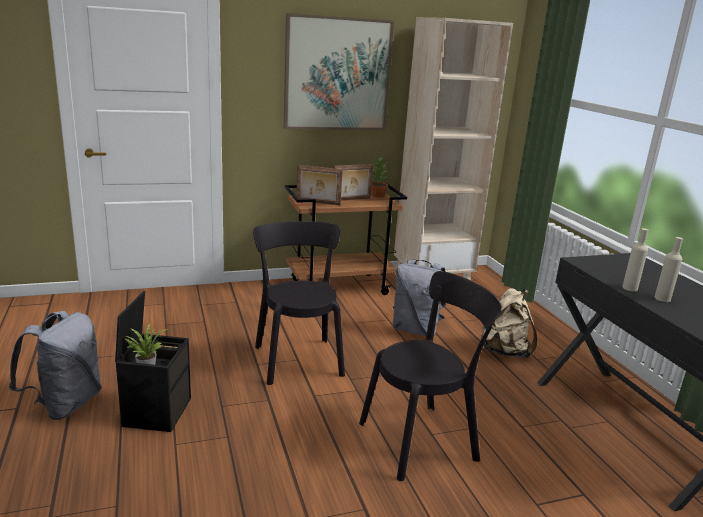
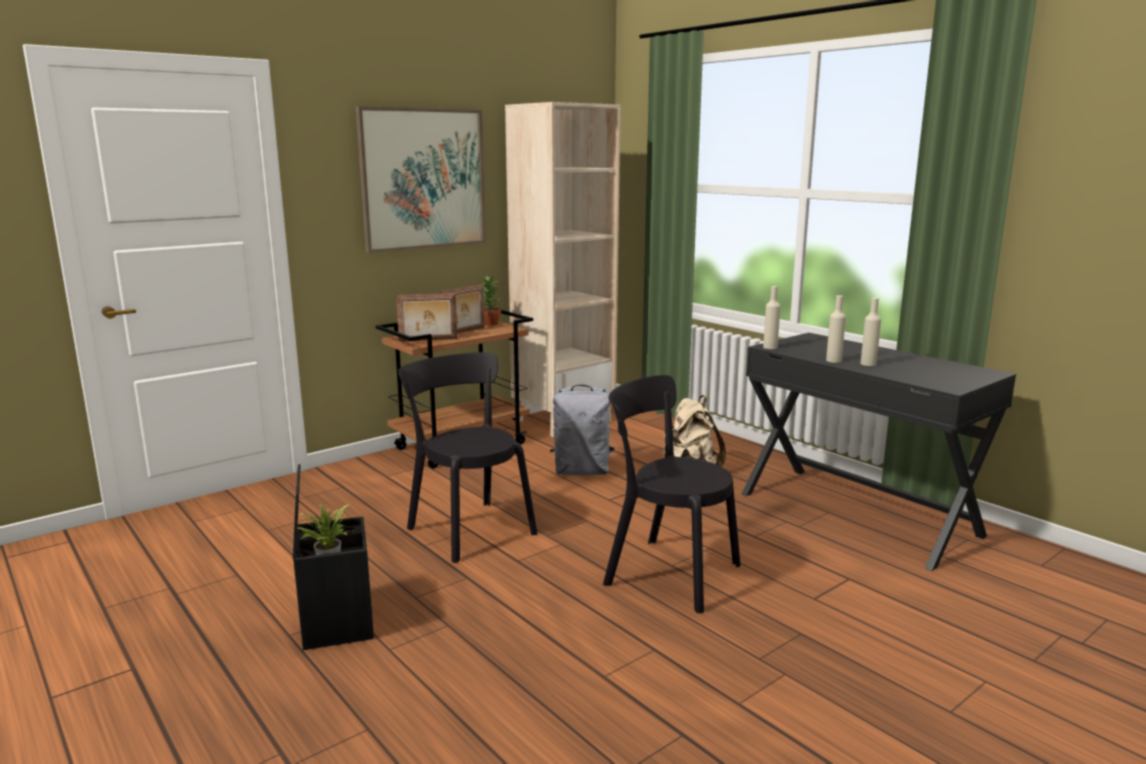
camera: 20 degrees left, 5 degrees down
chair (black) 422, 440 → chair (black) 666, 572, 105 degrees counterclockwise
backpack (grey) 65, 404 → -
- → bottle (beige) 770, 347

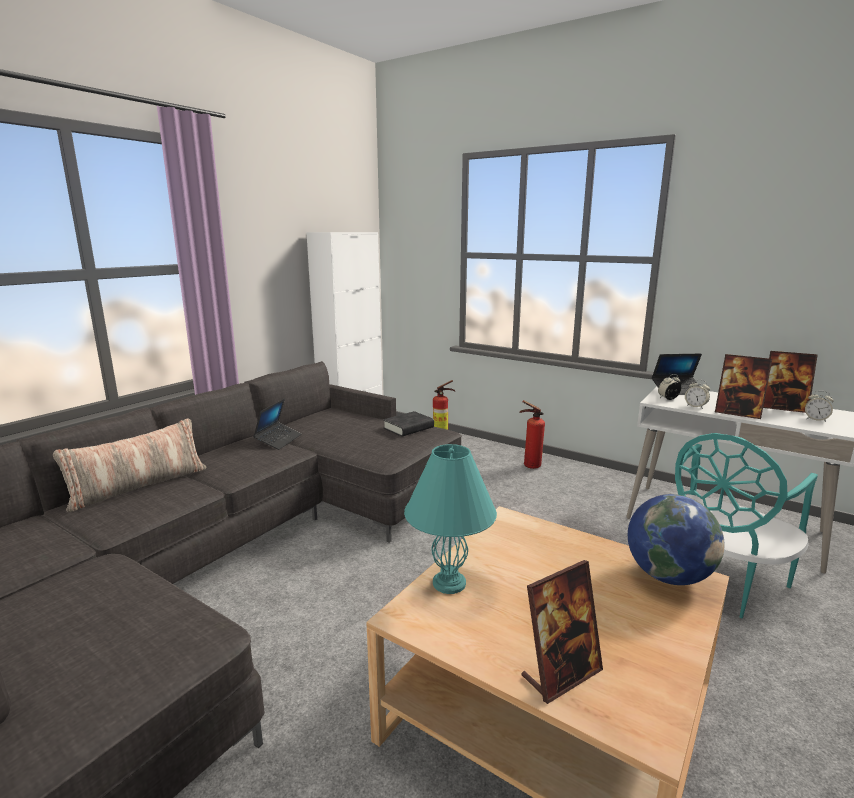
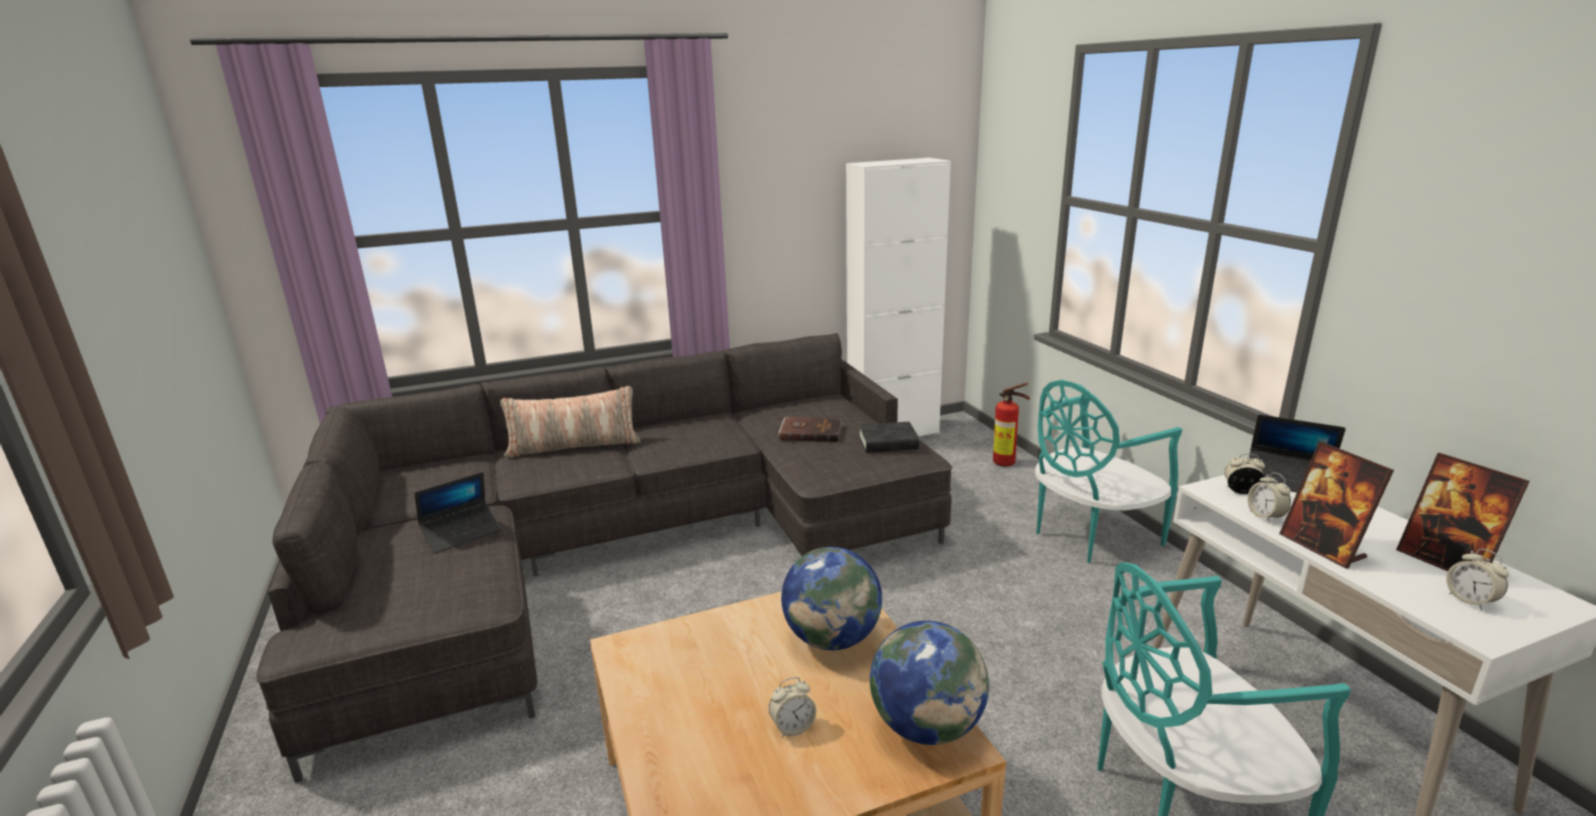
camera: 35 degrees right, 5 degrees up
laptop 278, 440 → laptop 462, 533, relocated
fire extinguisher 529, 466 → chair (turquoise) 1089, 535
table lamp (turquoise) 449, 583 → -
picture frame 561, 674 → -
- → book (brown) 810, 432
- → globe 832, 638
- → alarm clock 792, 727

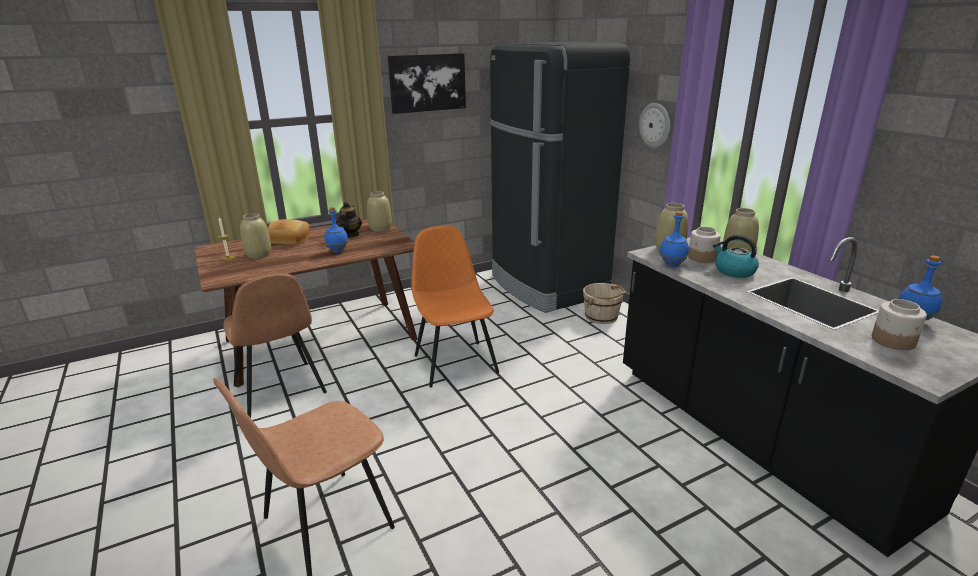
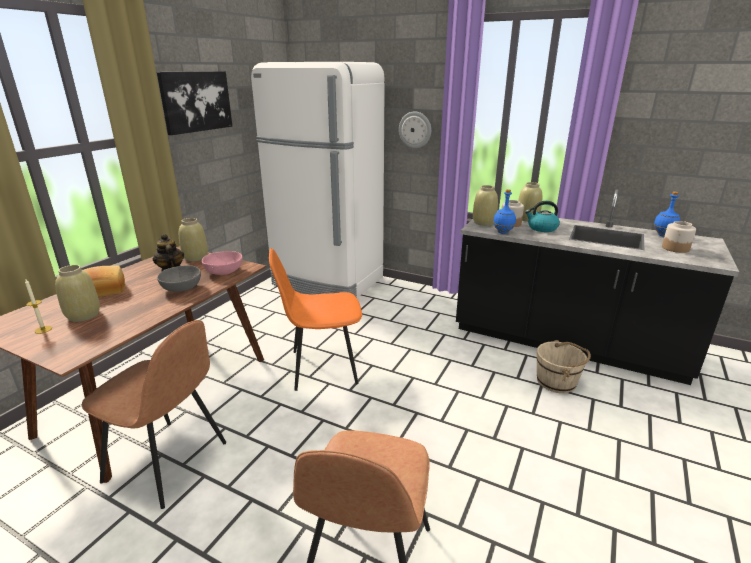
camera: 35 degrees left, 0 degrees up
fridge (black) 547, 286 → fridge (white) 327, 282
bottle (blue) 337, 251 → bowl (grey) 181, 288
chair (orange) 455, 362 → chair (orange) 321, 367, 45 degrees counterclockwise
bucket (beige) 602, 316 → bucket (beige) 557, 382, relocated
- → bowl (pink) 224, 272

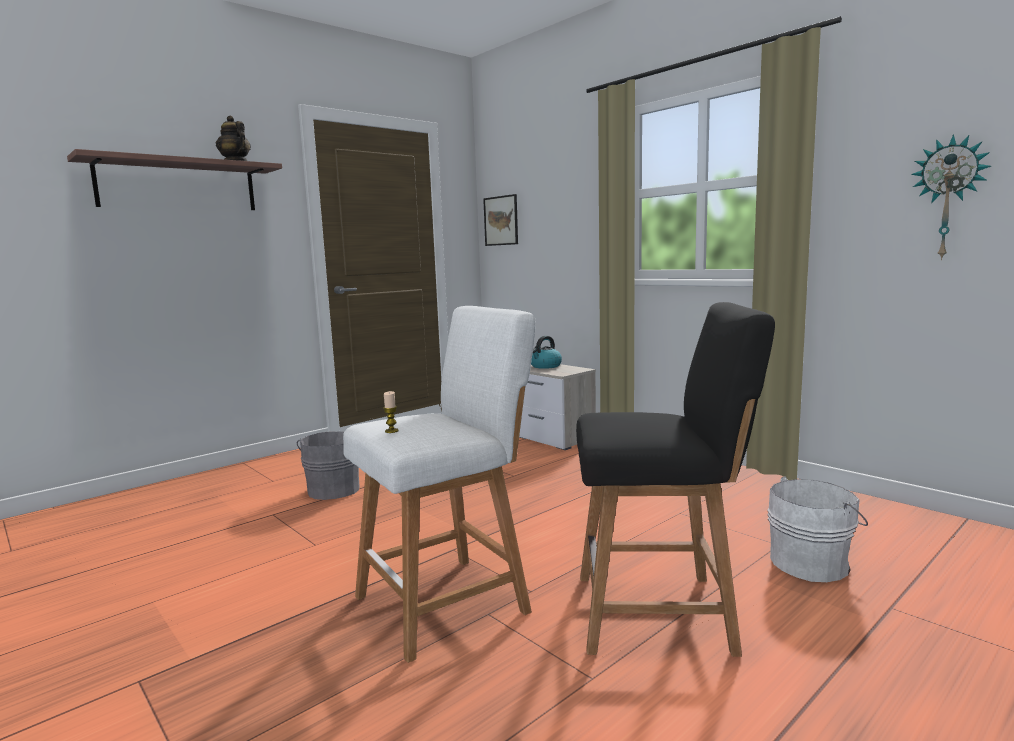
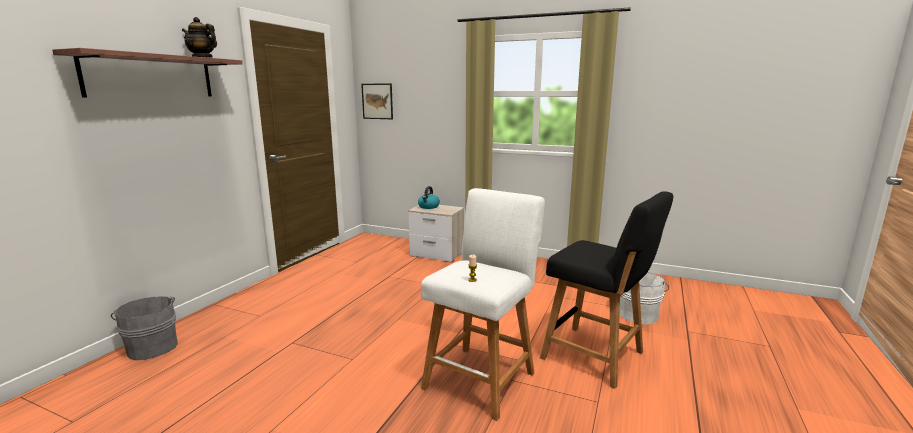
camera: 25 degrees left, 5 degrees up
wall clock 948, 198 → -
chair (black) 662, 612 → chair (black) 597, 357, 60 degrees clockwise
bucket (grey) 334, 489 → bucket (grey) 152, 347, relocated

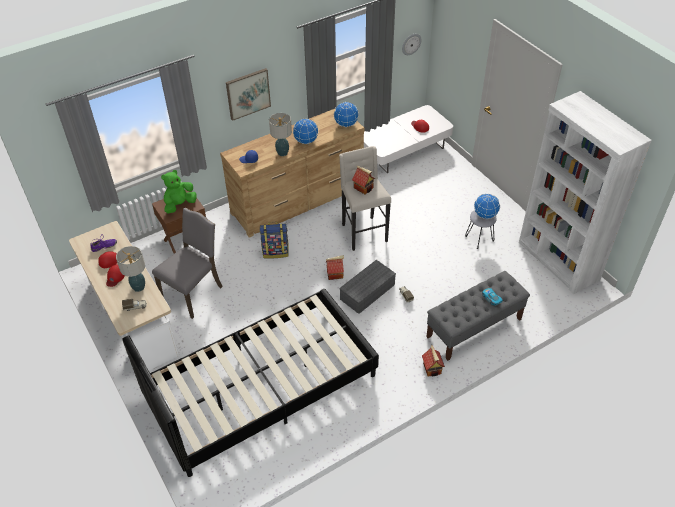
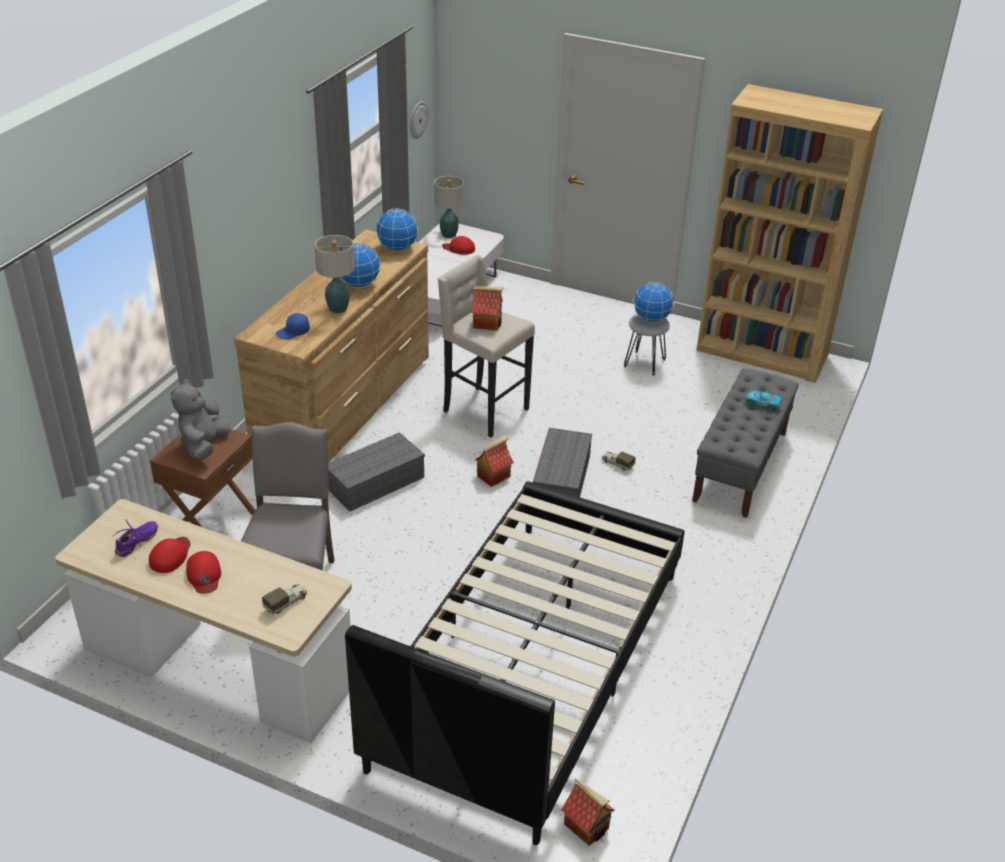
camera: 35 degrees left, 10 degrees down
picture 248, 93 → -
bookcase (white) 558, 261 → bookcase (brown) 762, 353
plush toy (green) 180, 205 → plush toy (grey) 204, 445
backpack 276, 252 → storage box (grey) 376, 481
table lamp 139, 287 → table lamp 448, 234, relocated
toy house 432, 368 → toy house 587, 826, relocated

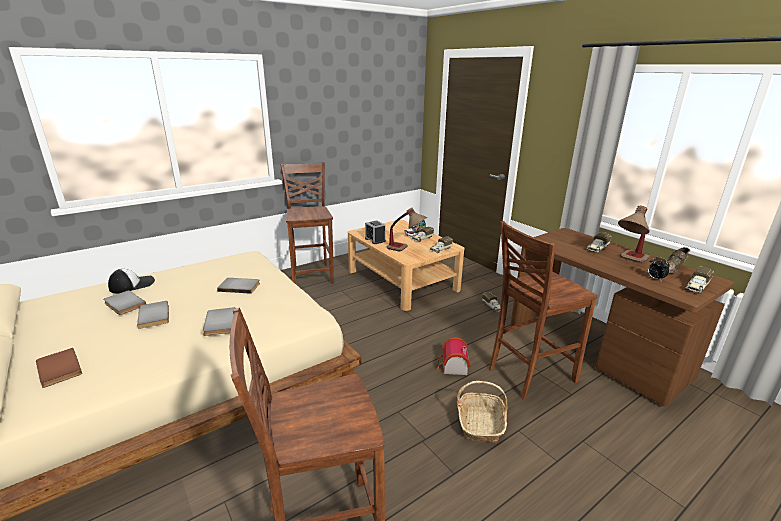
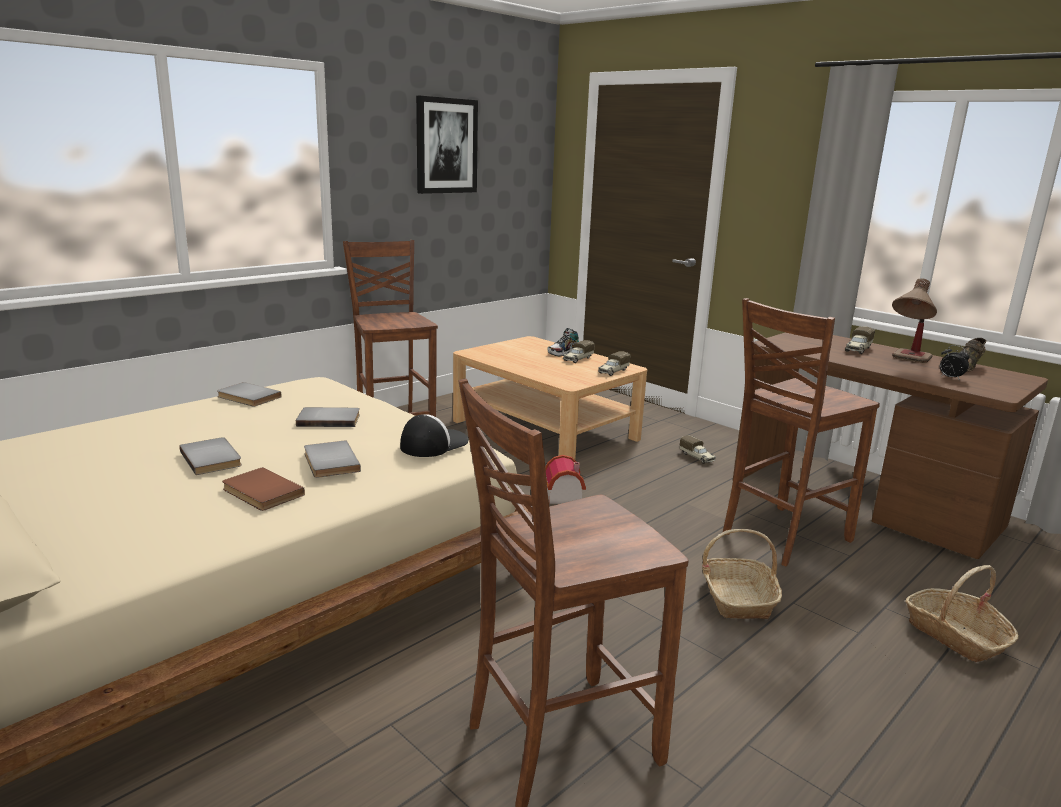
camera: 10 degrees left, 5 degrees down
table lamp 406, 249 → -
alarm clock 375, 240 → -
toy truck 696, 287 → -
cap 132, 285 → cap 433, 444, relocated
book (grey) 123, 304 → book (grey) 247, 397, relocated
toy house 452, 367 → toy house 560, 497, relocated
book (brown) 57, 369 → book (brown) 260, 493, relocated
- → picture 446, 146
- → basket 956, 635

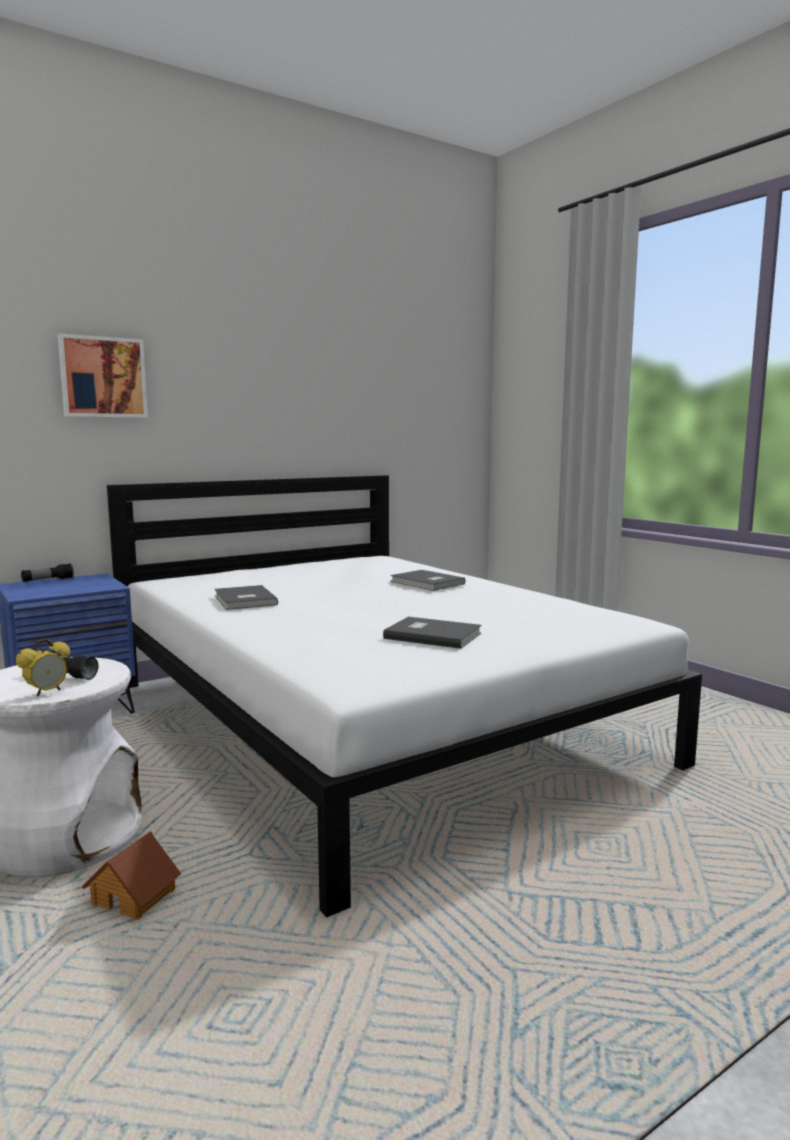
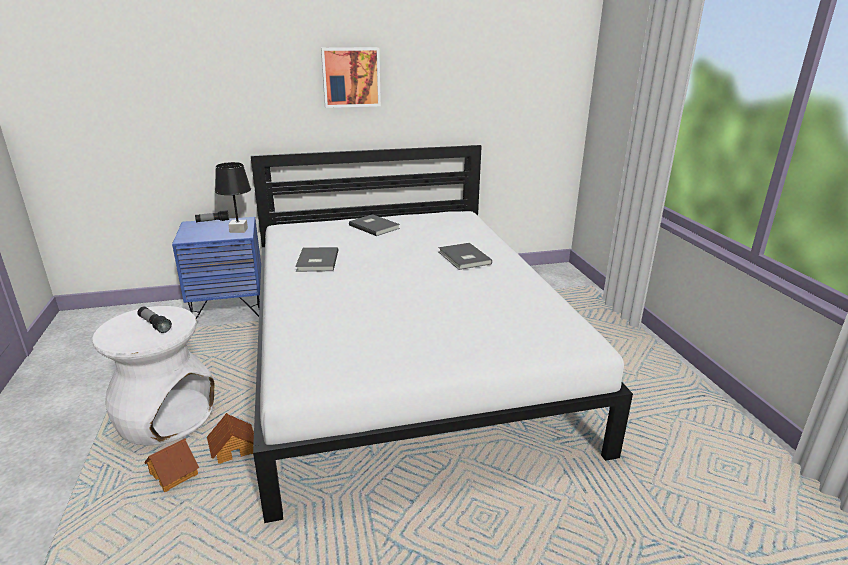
camera: 20 degrees right, 15 degrees up
picture 103, 377 → picture 351, 77, relocated
book (grey) 432, 635 → book (grey) 374, 226, relocated
alarm clock 46, 692 → -
- → table lamp (black) 238, 230
- → toy house 234, 449

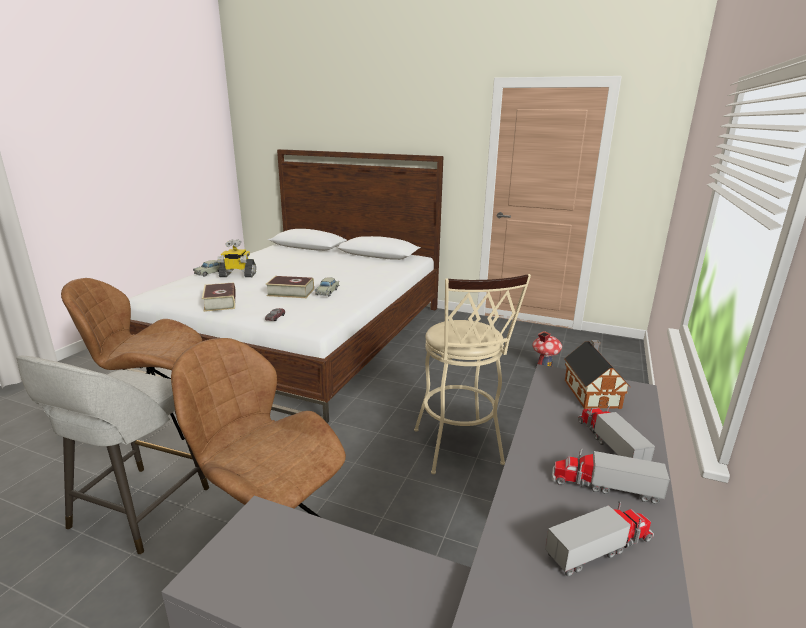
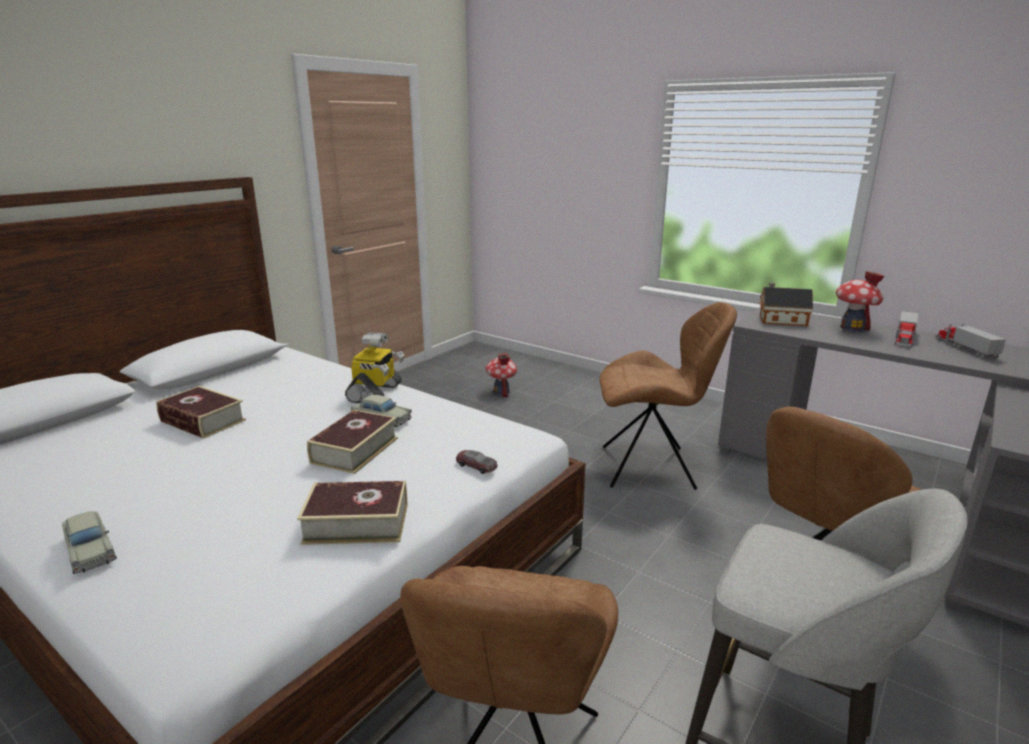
camera: 75 degrees left, 0 degrees up
toy robot 237, 275 → toy robot 376, 393, relocated
stool (beige) 459, 451 → chair (brown) 651, 467
toy truck 609, 443 → toy house 852, 328
- → book 202, 421

